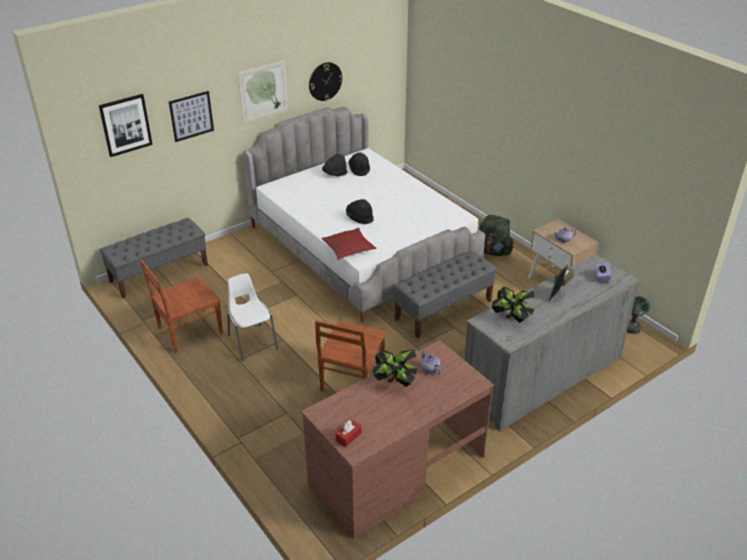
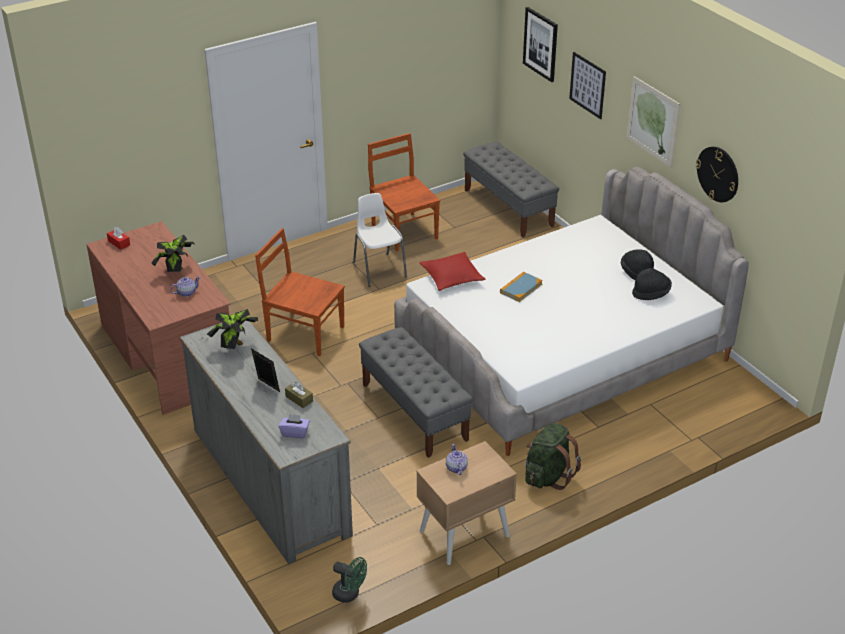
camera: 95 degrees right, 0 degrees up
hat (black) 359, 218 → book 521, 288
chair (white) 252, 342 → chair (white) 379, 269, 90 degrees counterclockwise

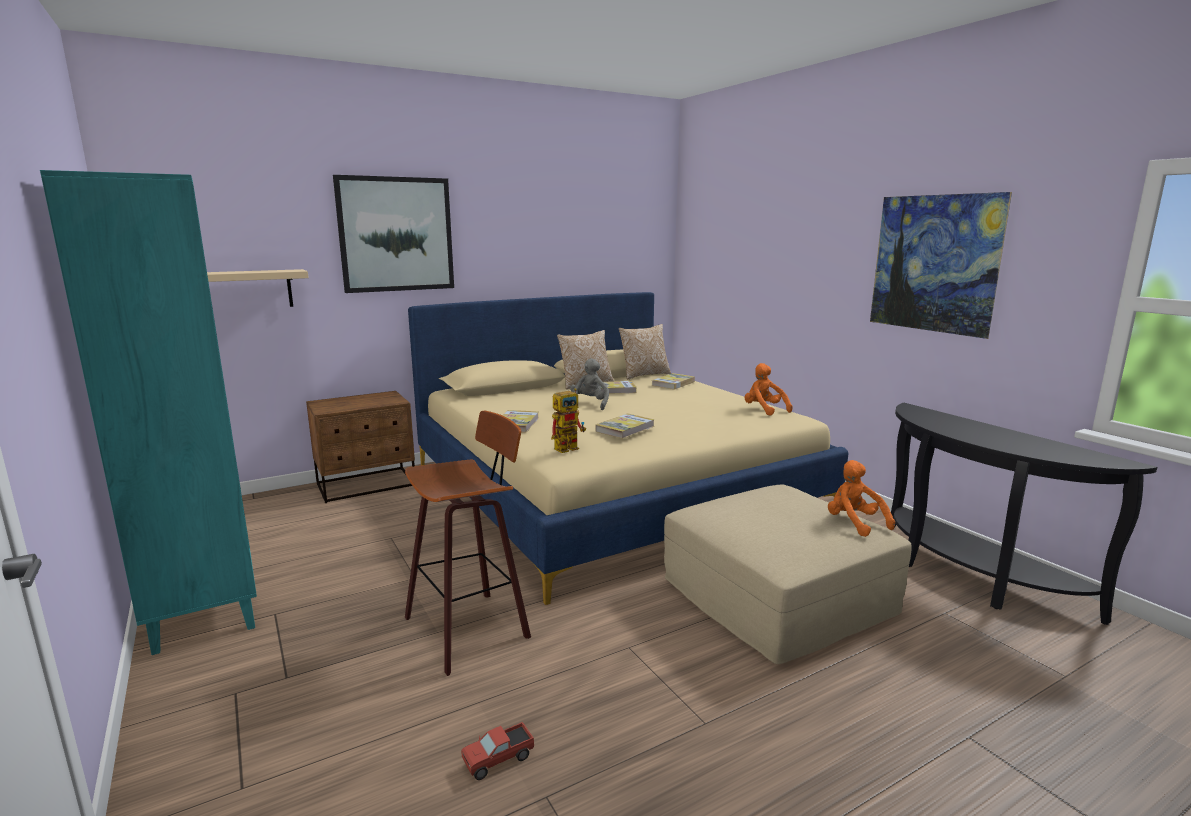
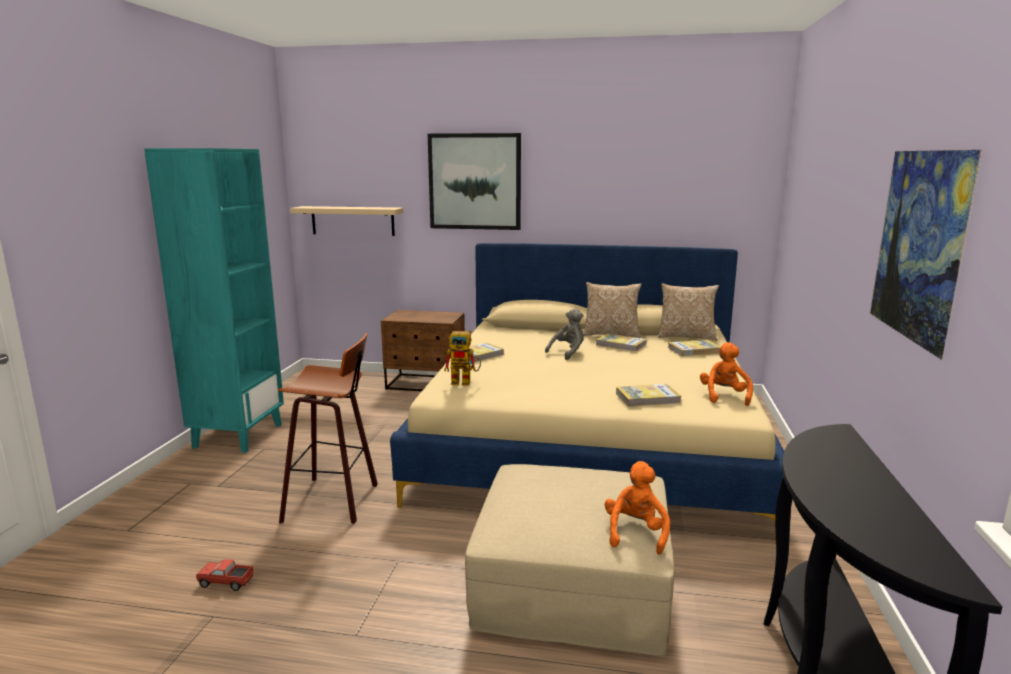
camera: 40 degrees right, 0 degrees up
book 625, 428 → book 647, 398, relocated

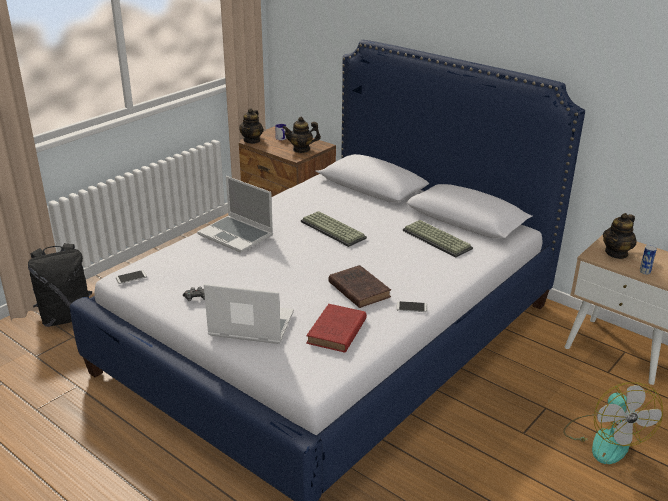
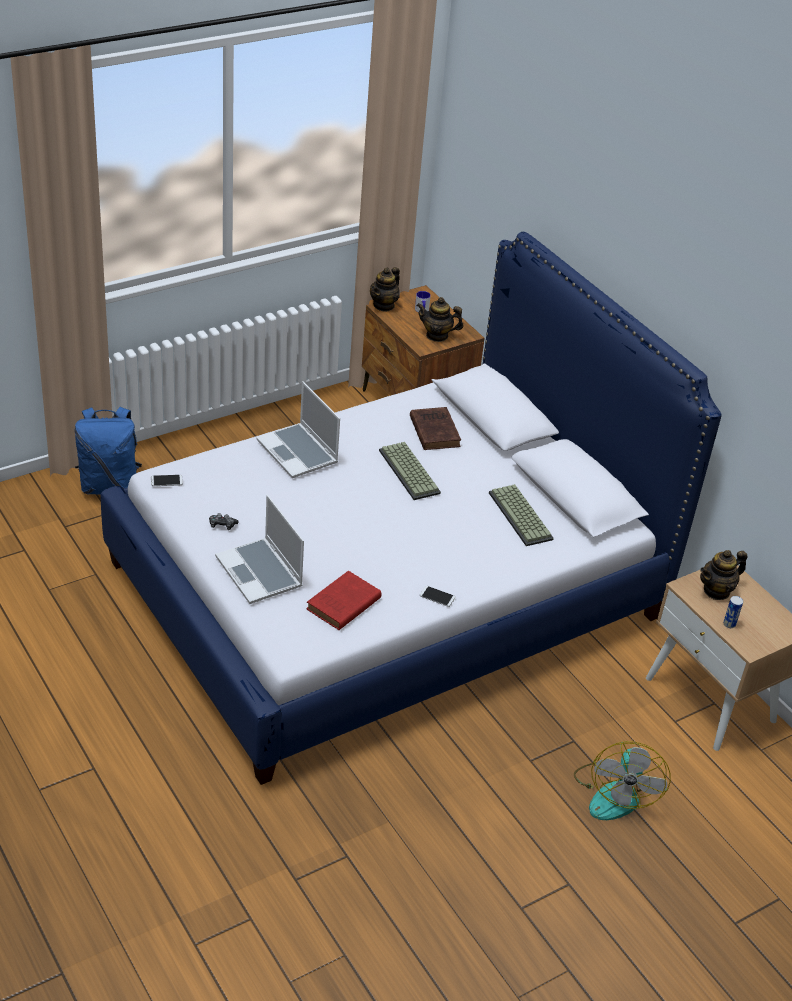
camera: 15 degrees right, 10 degrees up
backpack (black) 66, 317 → backpack (blue) 109, 485
book (brown) 358, 289 → book (brown) 434, 431, relocated
laptop 250, 325 → laptop 260, 573, 150 degrees counterclockwise

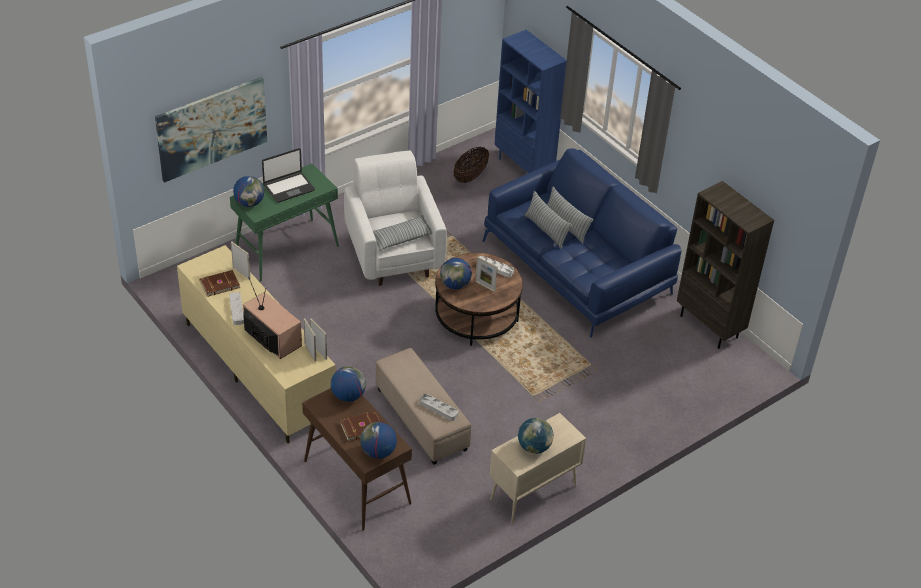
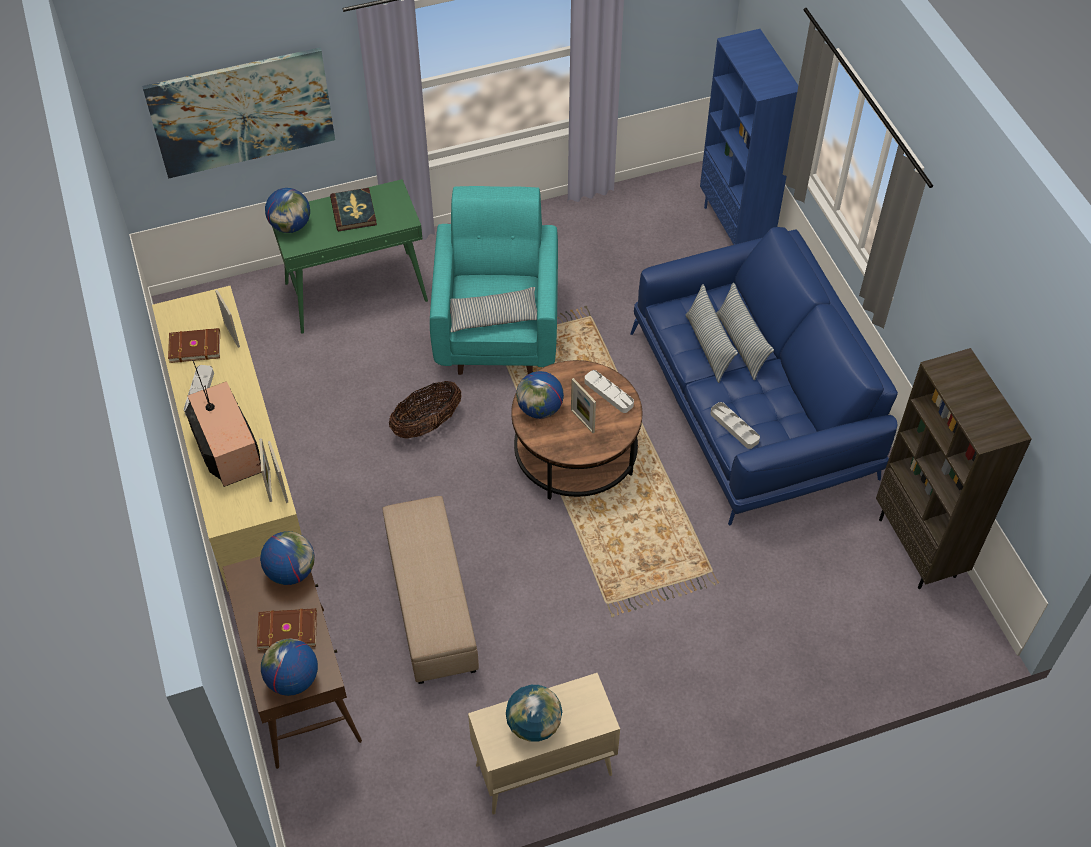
camera: 20 degrees right, 10 degrees up
basket 470, 176 → basket 427, 424, relocated
laptop 288, 187 → book 354, 211
armchair (white) 394, 254 → armchair (turquoise) 498, 329
tray (grey) 438, 409 → tray (grey) 734, 427, relocated

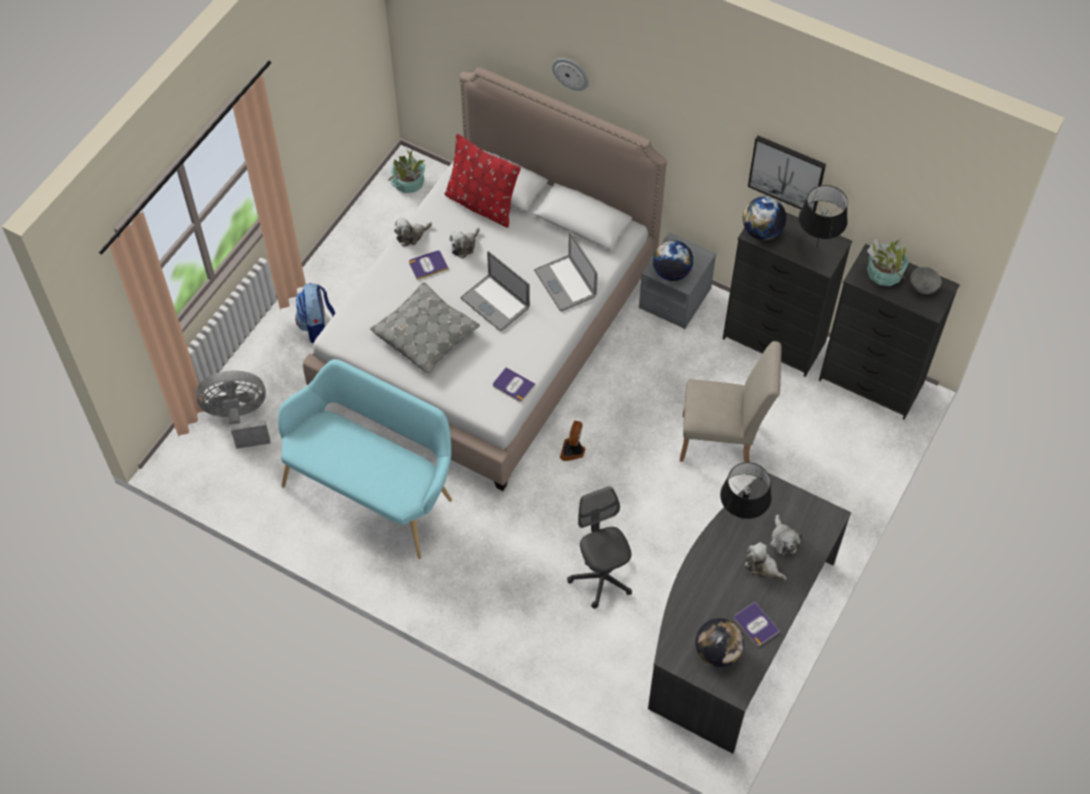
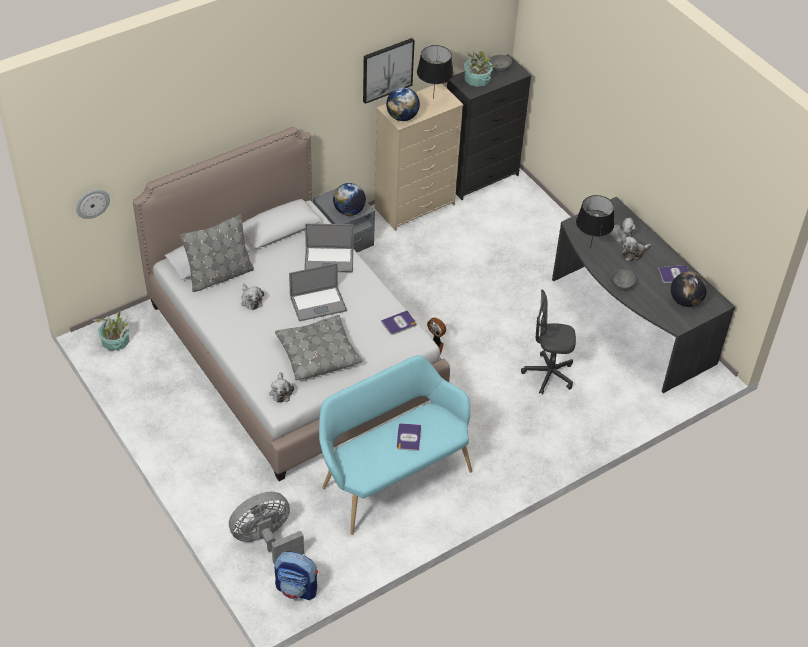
camera: 65 degrees left, 10 degrees down
wall clock 571, 73 → wall clock 92, 203, relocated
pillow (red) 481, 204 → pillow (grey) 219, 275
dresser (black) 775, 340 → dresser (beige) 415, 206
plush toy 411, 235 → plush toy 281, 391, relocated
book 428, 265 → book 408, 437, relocated
backpack 318, 327 → backpack 297, 588, relocated
chair (beige) 723, 441 → -
fan (grey) 239, 419 → fan (grey) 266, 540, 45 degrees clockwise
- → bowl (grey) 621, 285

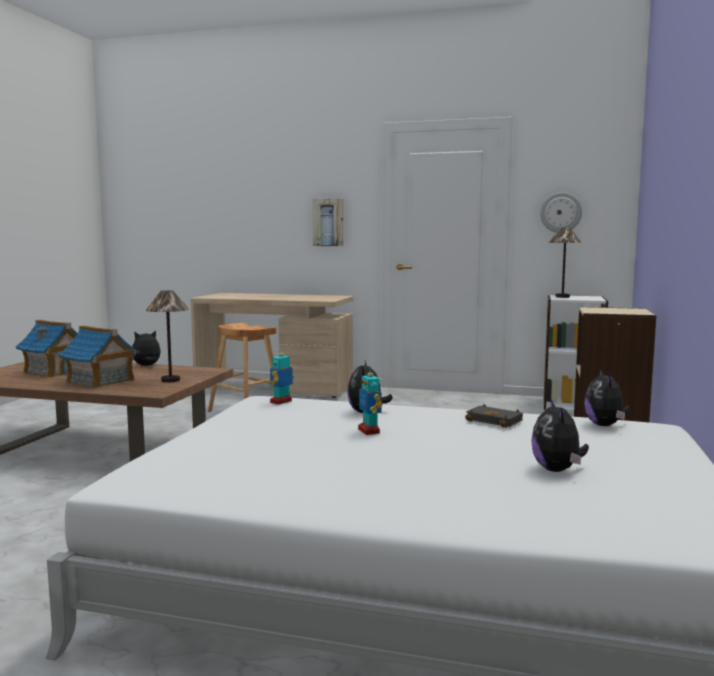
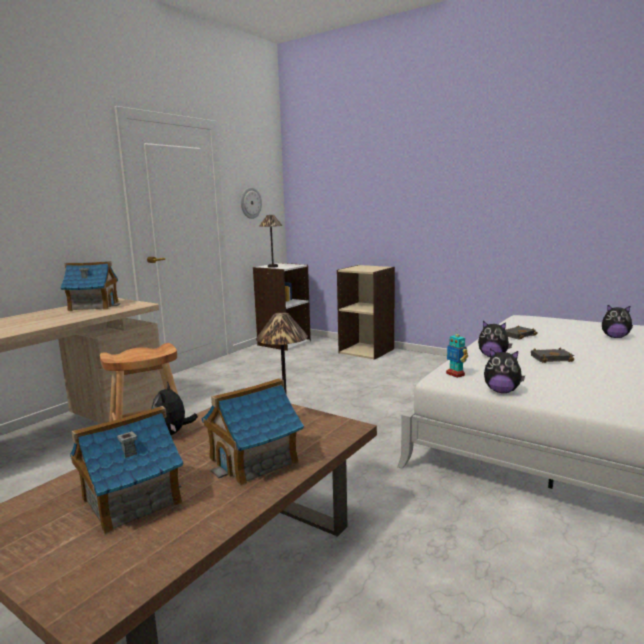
camera: 70 degrees left, 5 degrees up
picture 328, 222 → -
toy robot 369, 431 → book (black) 551, 358
plush toy 605, 425 → plush toy 501, 391, relocated
- → toy house 93, 306

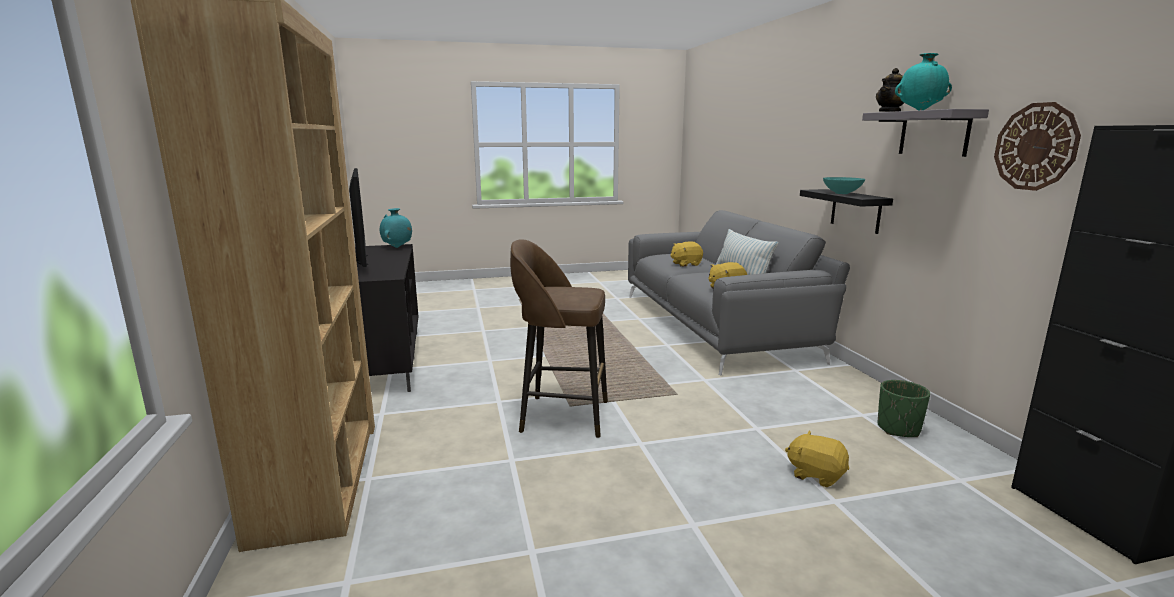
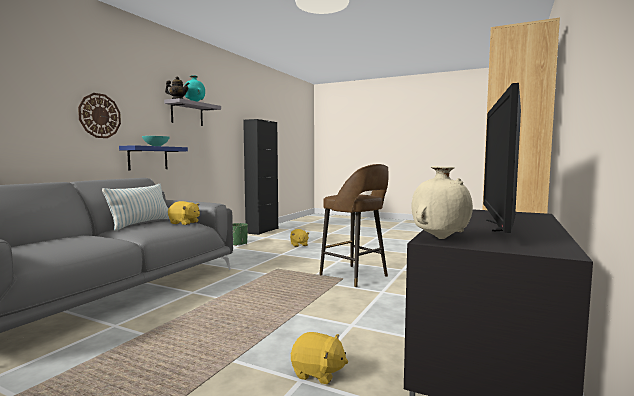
camera: 140 degrees left, 10 degrees down
wall clock 1035, 146 → wall clock 99, 116, relocated
shelf (black) 855, 211 → shelf (blue) 148, 158
vase (turquoise) 397, 247 → vase (beige) 440, 238
plush toy (yellow) 685, 264 → plush toy (yellow) 318, 373, relocated

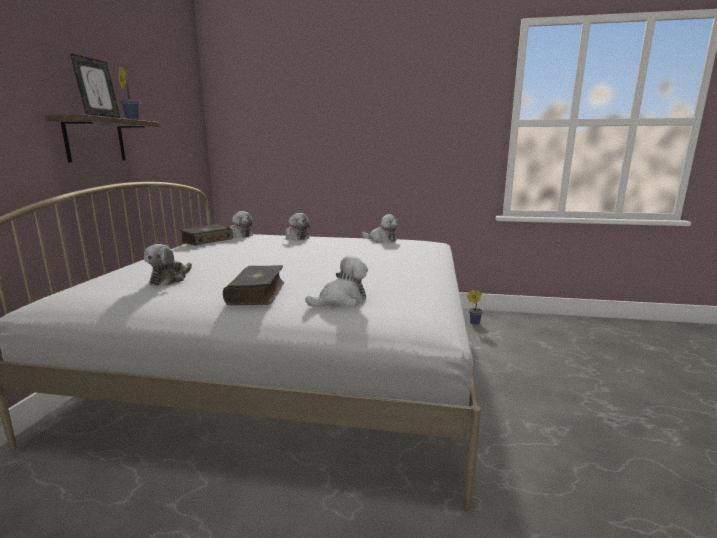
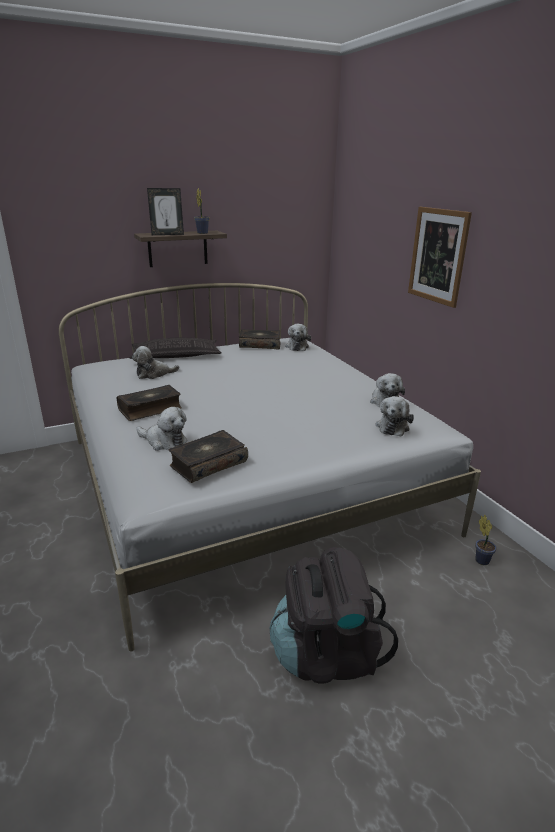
camera: 55 degrees right, 10 degrees up
plush toy 296, 237 → plush toy 393, 426, relocated
- → picture 438, 256
- → pillow 176, 356
- → book 208, 464
- → backpack (black) 326, 654

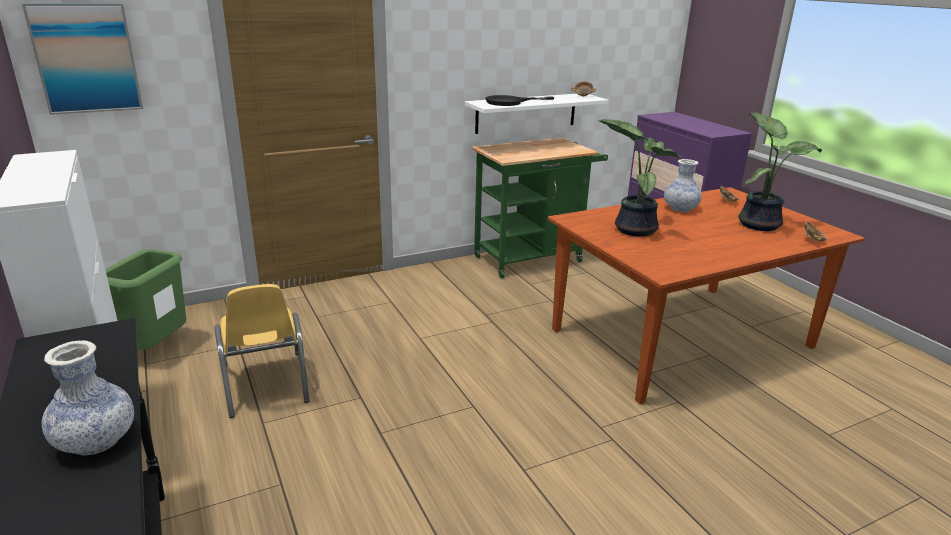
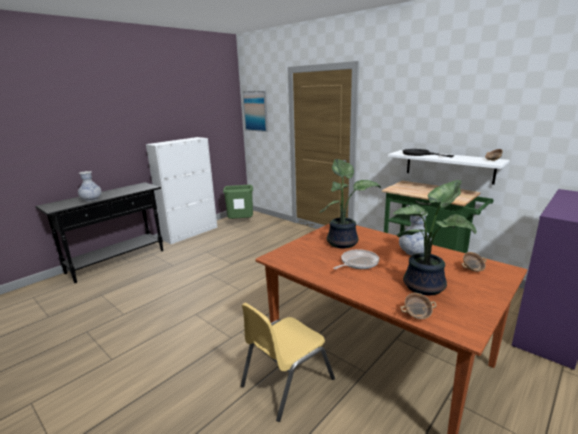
camera: 70 degrees right, 5 degrees down
chair (yellow) 265, 384 → chair (yellow) 286, 382, relocated
- → frying pan 358, 263

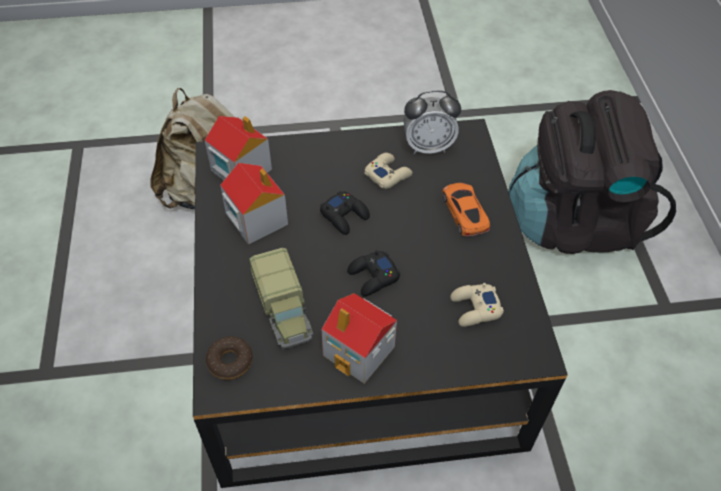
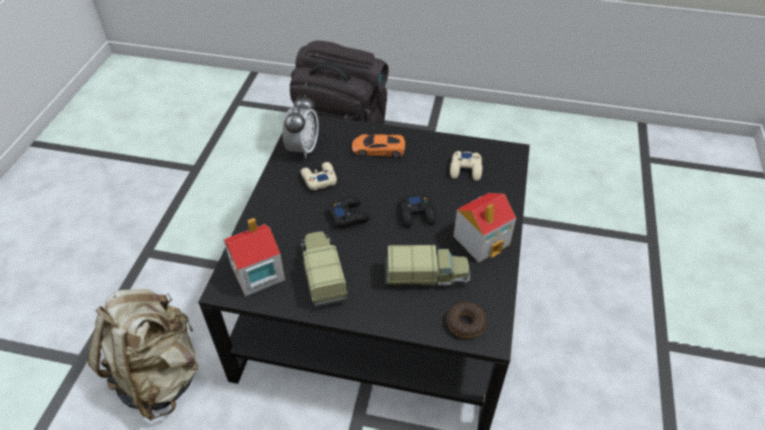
camera: 70 degrees left, 5 degrees down
toy house 256, 219 → toy truck 322, 274

